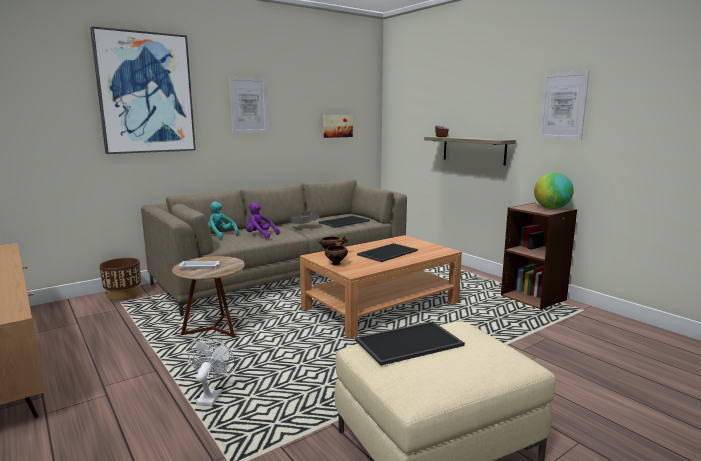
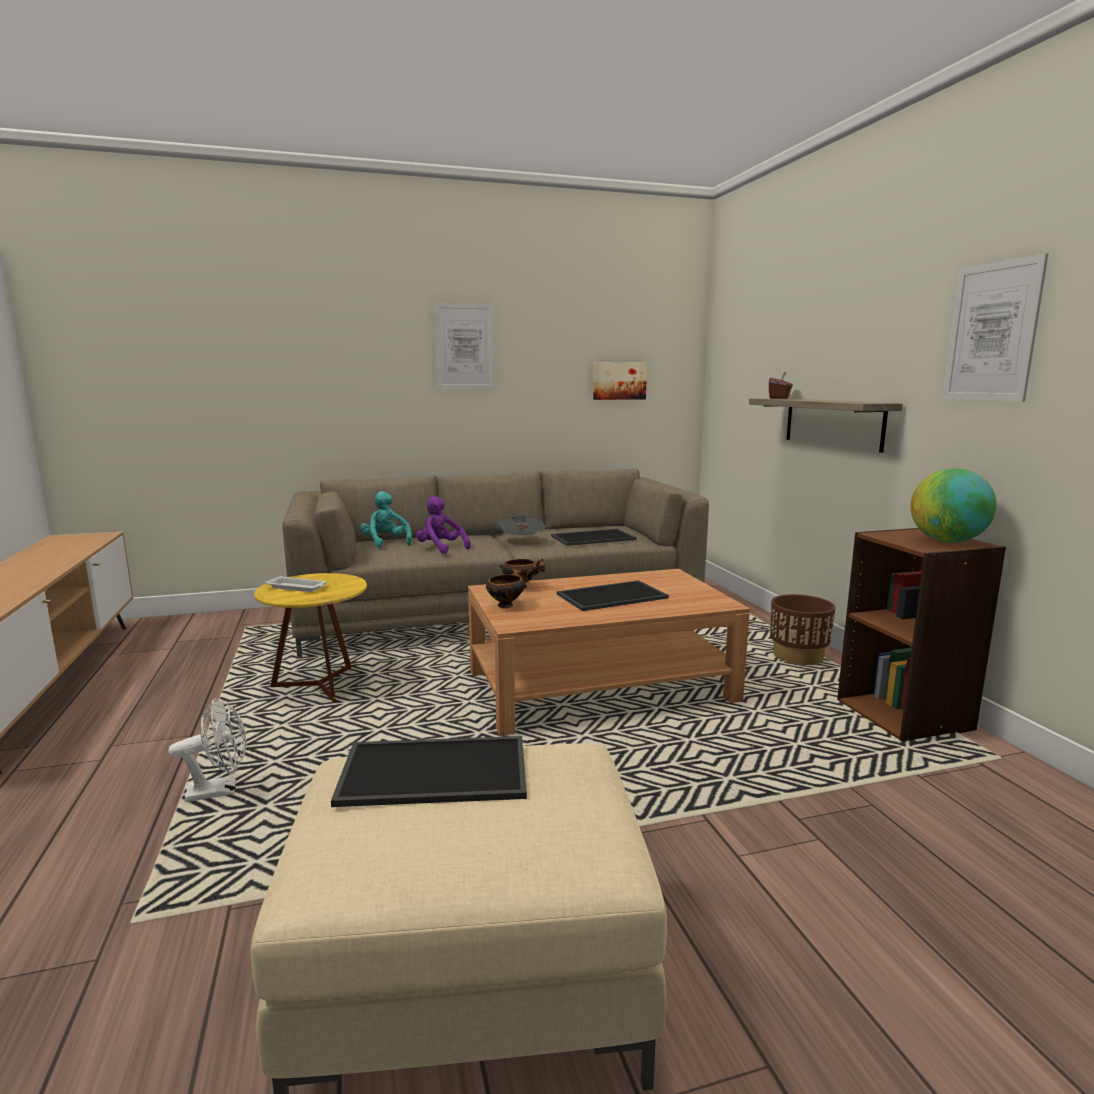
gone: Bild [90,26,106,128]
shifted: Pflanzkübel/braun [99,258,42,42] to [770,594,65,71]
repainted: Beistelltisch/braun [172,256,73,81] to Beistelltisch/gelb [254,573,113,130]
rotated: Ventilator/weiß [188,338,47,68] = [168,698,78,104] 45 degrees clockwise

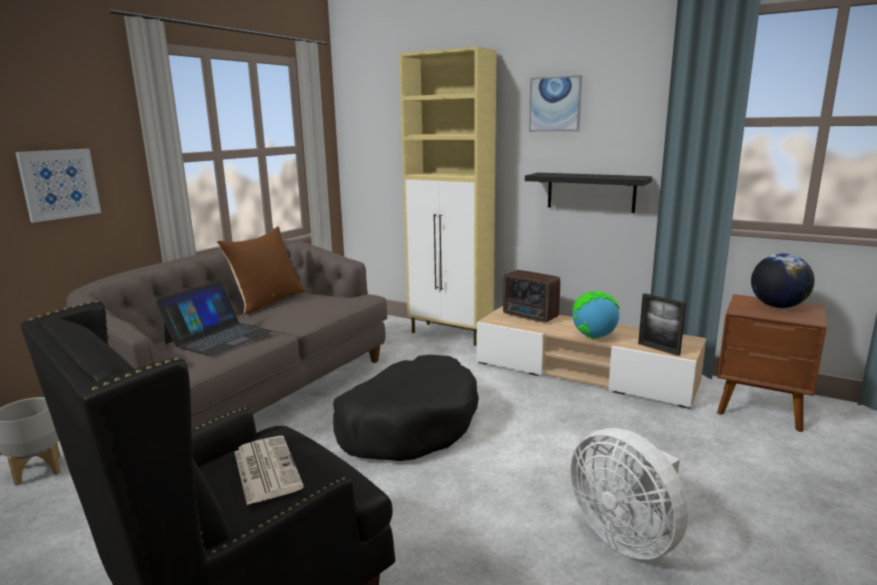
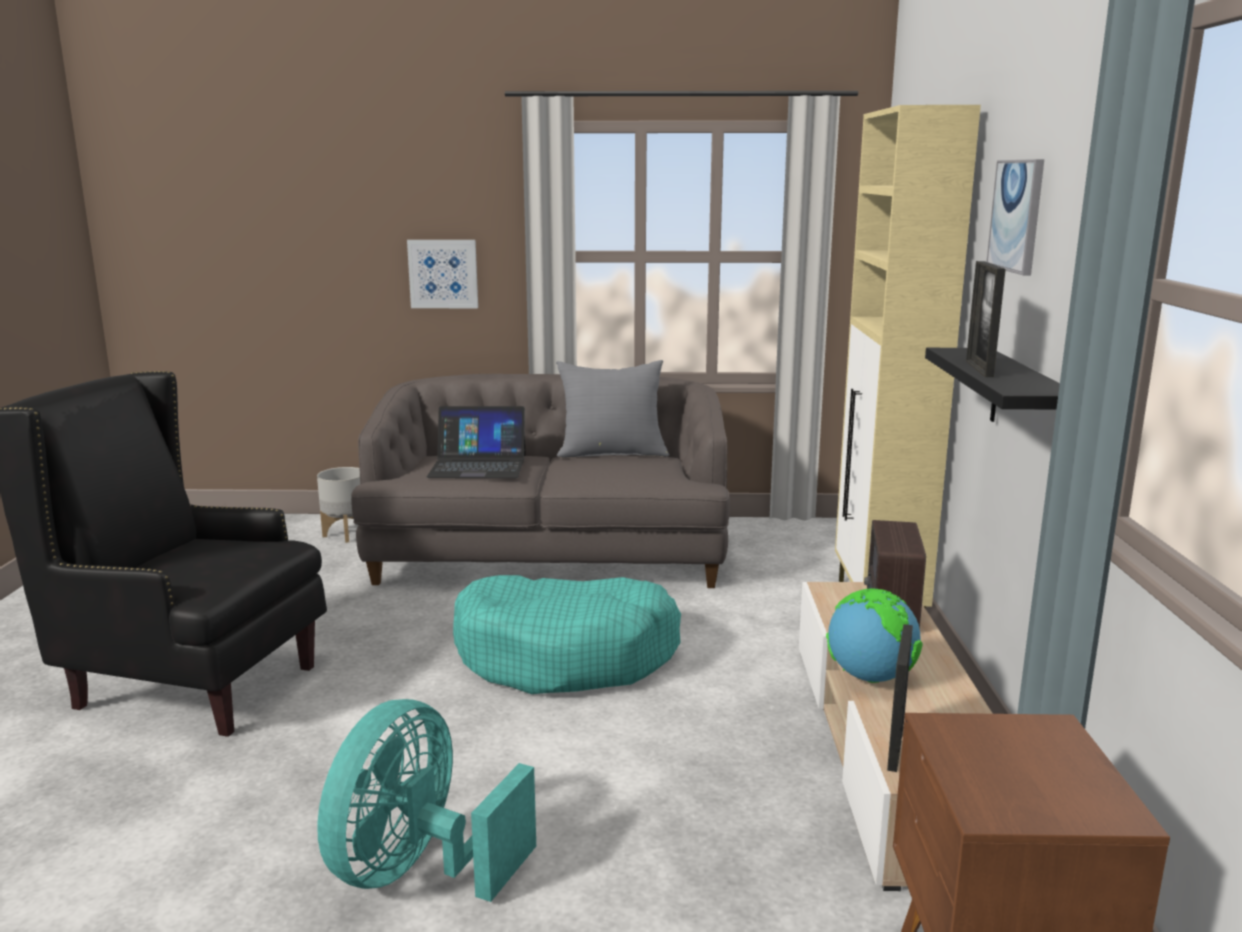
gone: Globus [751,253,64,55]; Zeitung [235,436,69,69]
new: Bilderrahmen [966,261,40,116]
repainted: Kissen/braun [217,226,88,88] to Kissen/grau [556,360,113,98]; Hundebett/schwarz [333,355,146,106] to Hundebett/türkis [453,575,228,119]; Ventilator/weiß [570,428,119,131] to Ventilator/türkis [317,699,219,203]

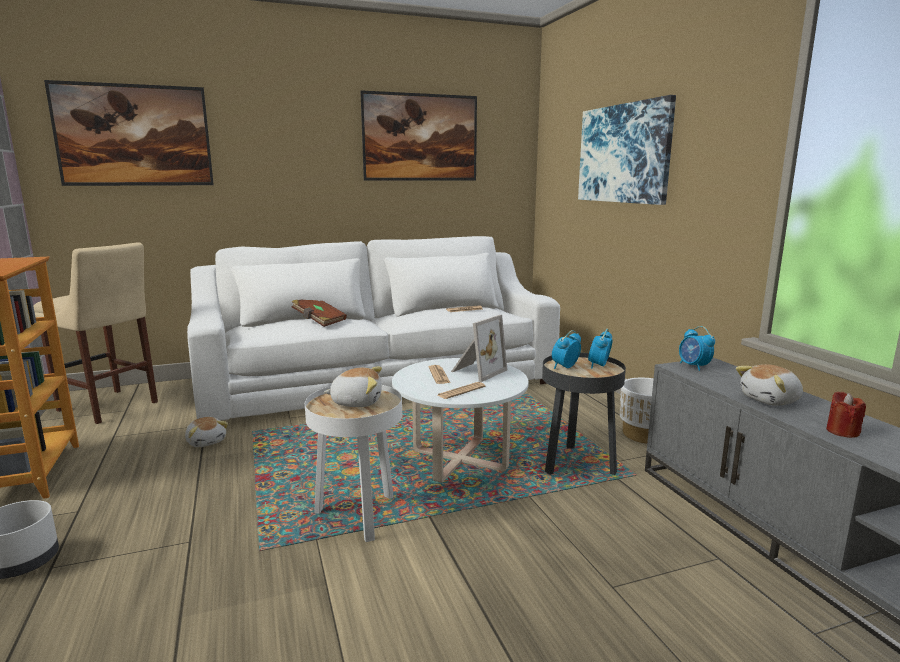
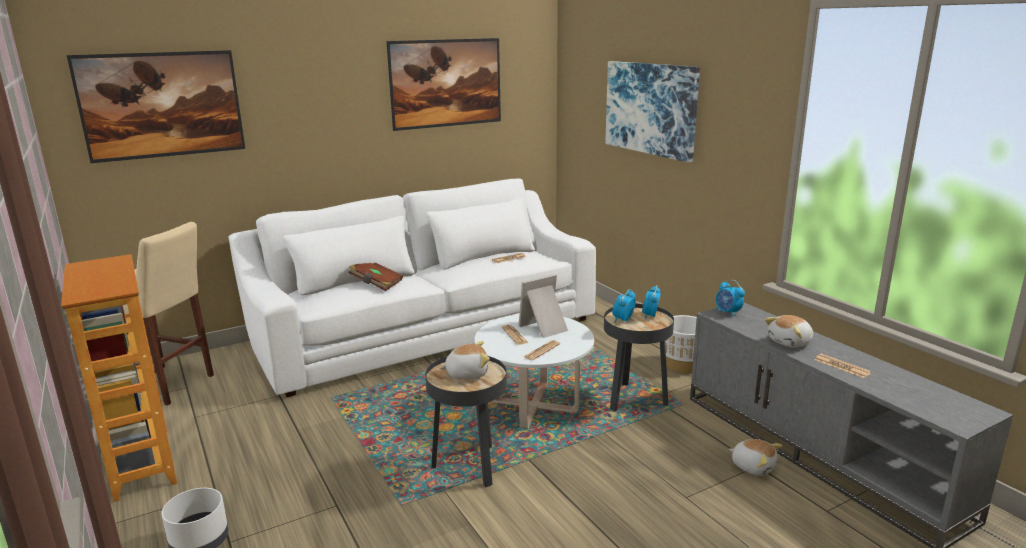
shifted: Plüschtier [185,417,43,30] to [729,439,53,37]
swapped: Kerze/rot [826,392,40,46] to Zeitung [815,354,56,24]
repainted: Beistelltisch/weiß [305,385,97,157] to Beistelltisch/schwarz [425,356,82,131]
rotated: Bilderrahmen [451,315,56,67] = [519,274,49,64] 150 degrees counterclockwise

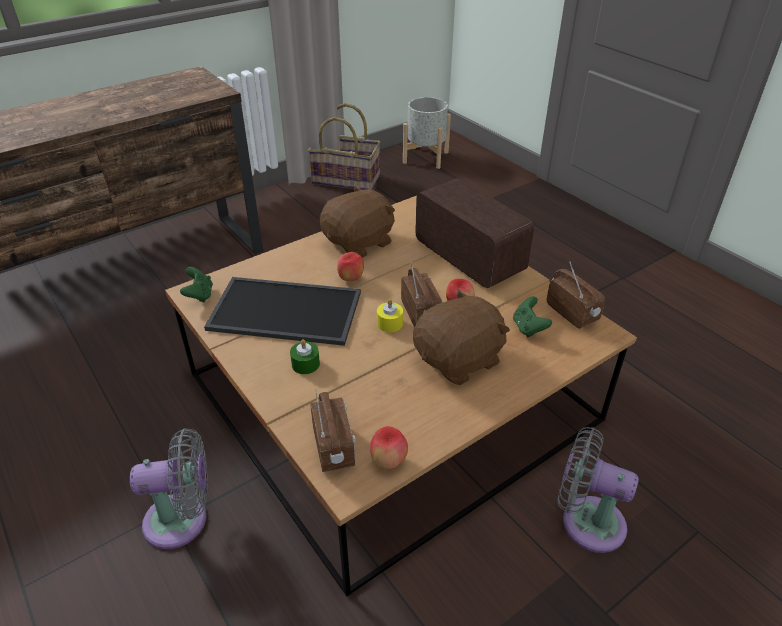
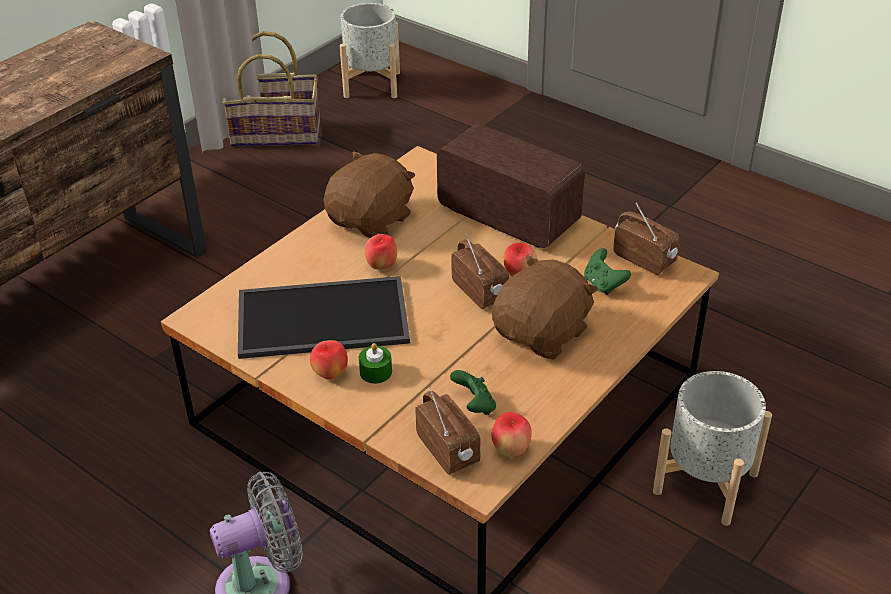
gone: Kerze/gelb [377,299,26,33]
new: Apfel [310,340,38,40]
shifted: Gamepad/grün [180,267,33,36] to [450,370,46,45]
swapped: Ventilator/grau [558,427,81,126] to Pflanzkübel/grau [653,371,119,155]

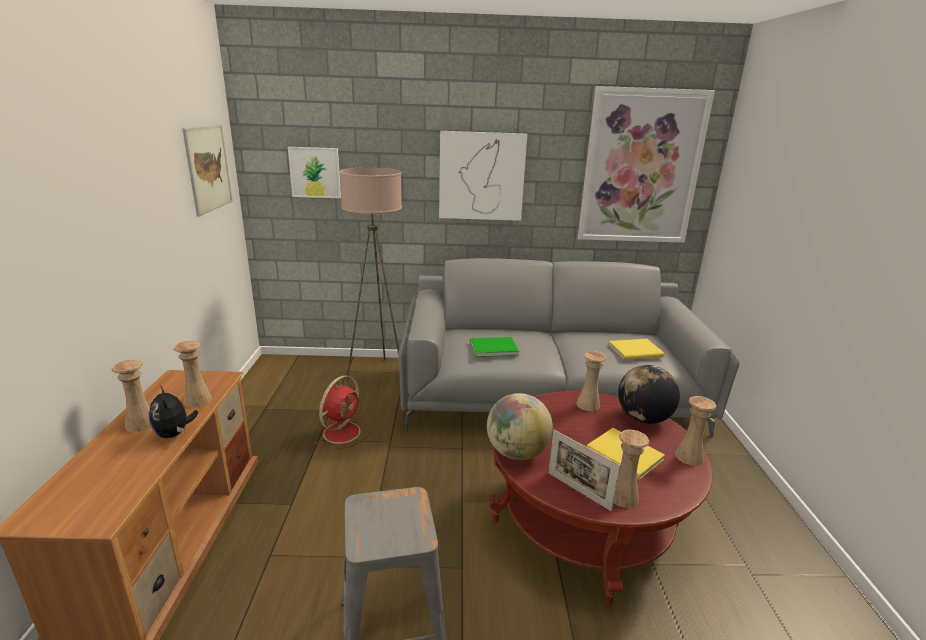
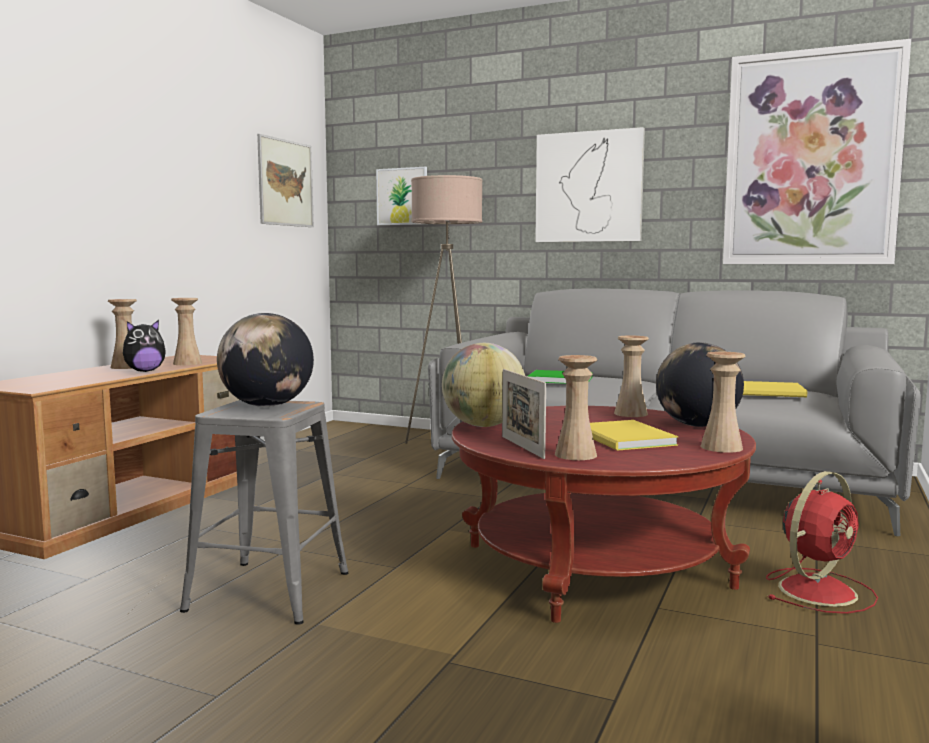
new: Globus [217,313,97,94]
shifted: Ventilator/rot [314,375,56,74] to [766,471,112,143]
rotated: Plüschtier [149,386,49,52] = [123,320,43,52] 120 degrees counterclockwise

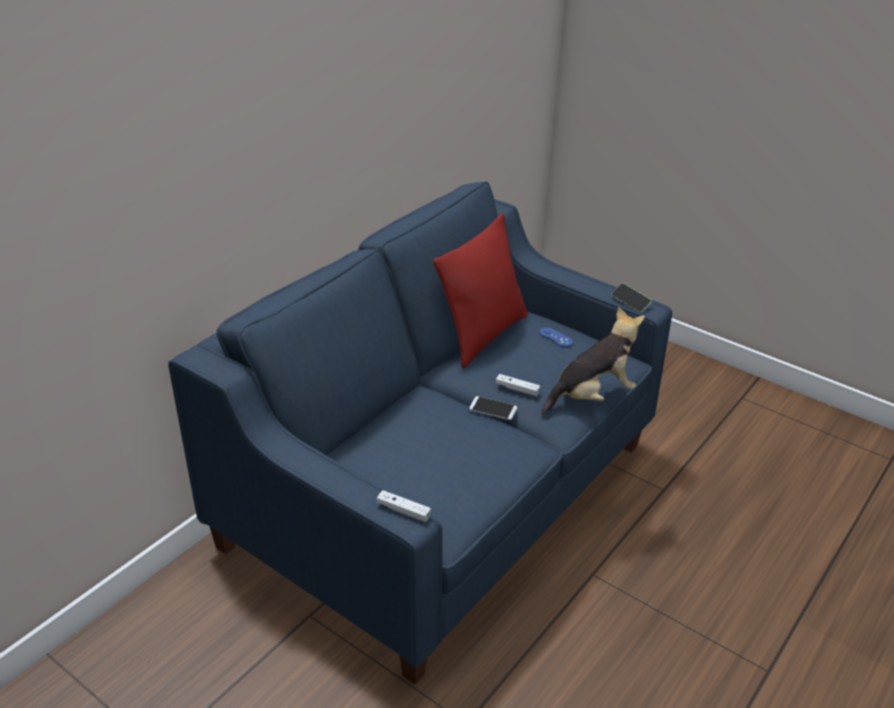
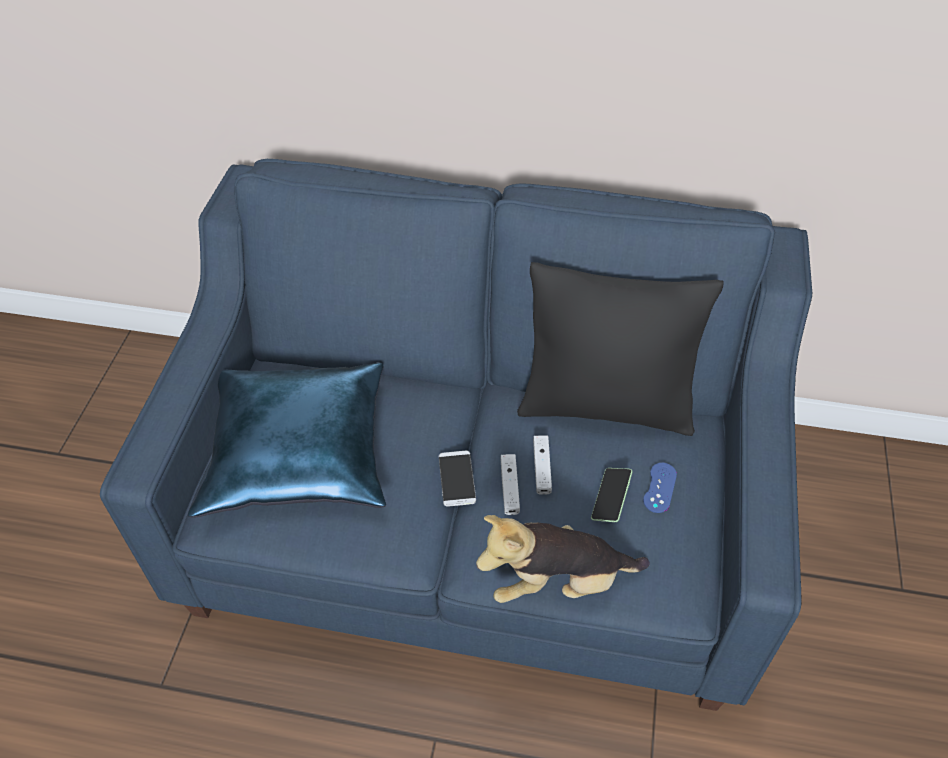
new: Kissen/blau [188,363,198,155]
shifted: Handy [611,283,41,30] to [591,468,42,54]; Gamepad/weiß [377,490,54,32] to [533,435,19,60]
repainted: Kissen/rot [433,213,95,156] to Kissen/schwarz [517,262,207,174]
rotated: Plüschtier [541,307,104,108] = [476,515,174,88] 135 degrees clockwise

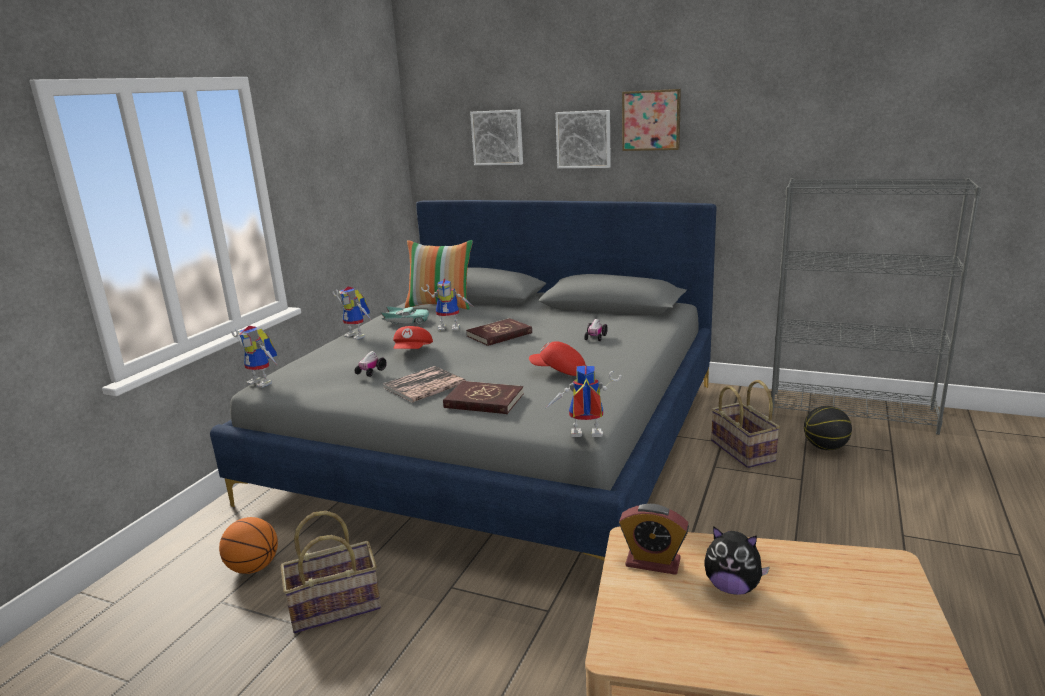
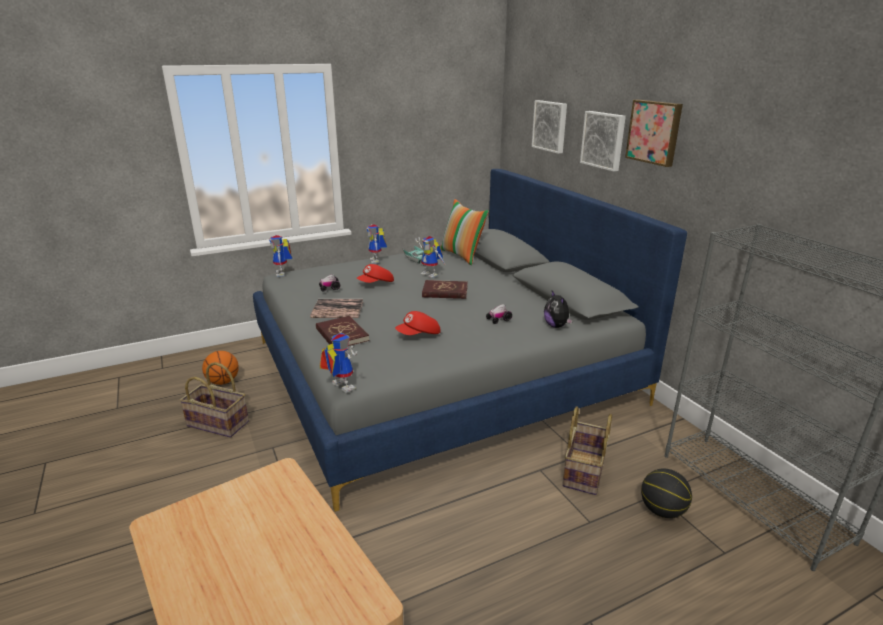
gone: Wecker [619,504,70,71]
shifted: Plüschtier [705,526,65,69] to [544,291,29,37]
rotated: Kappe/rot [529,341,56,35] = [395,311,46,24] 90 degrees counterclockwise

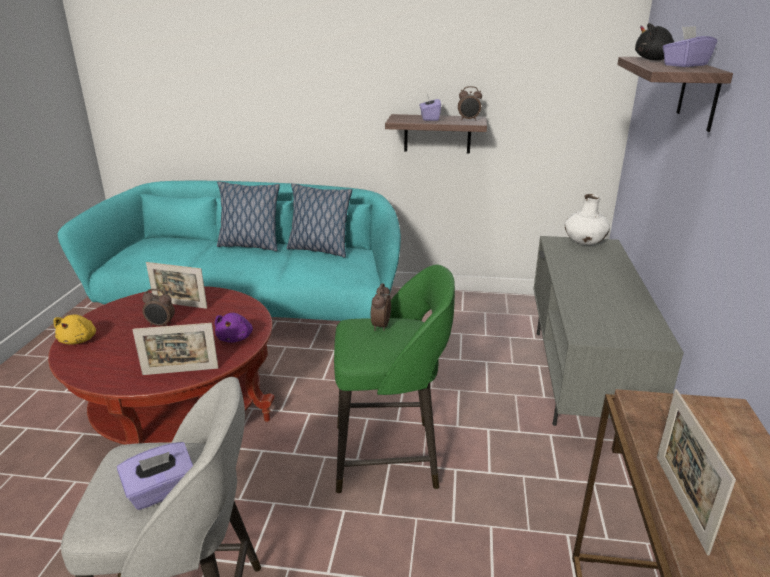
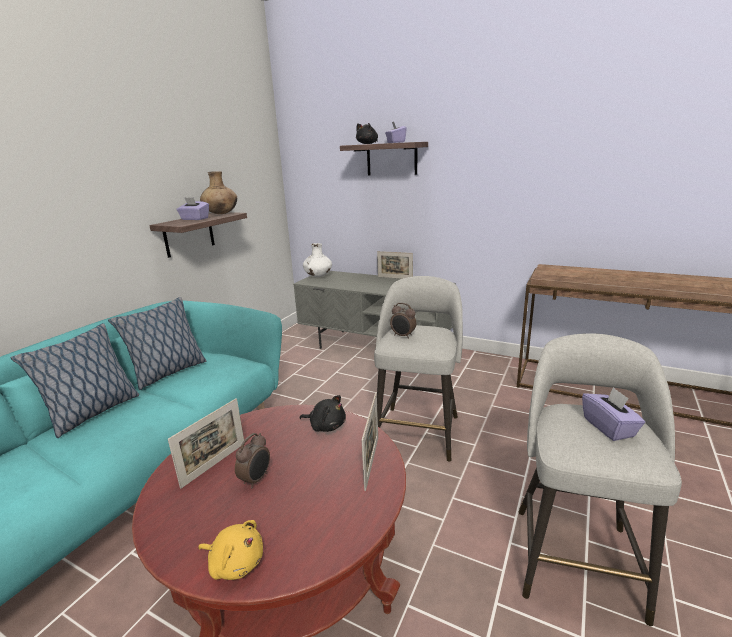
shifted: Bilderrahmen [657,389,79,166] to [377,251,36,28]
swapped: Wecker [458,86,24,35] to Vase/braun [200,171,37,43]
repainted: Hocker/grün [334,265,121,228] to Hocker/grau [374,276,89,186]; Plüschtier/lila [215,313,38,30] to Plüschtier/schwarz [299,395,47,37]

